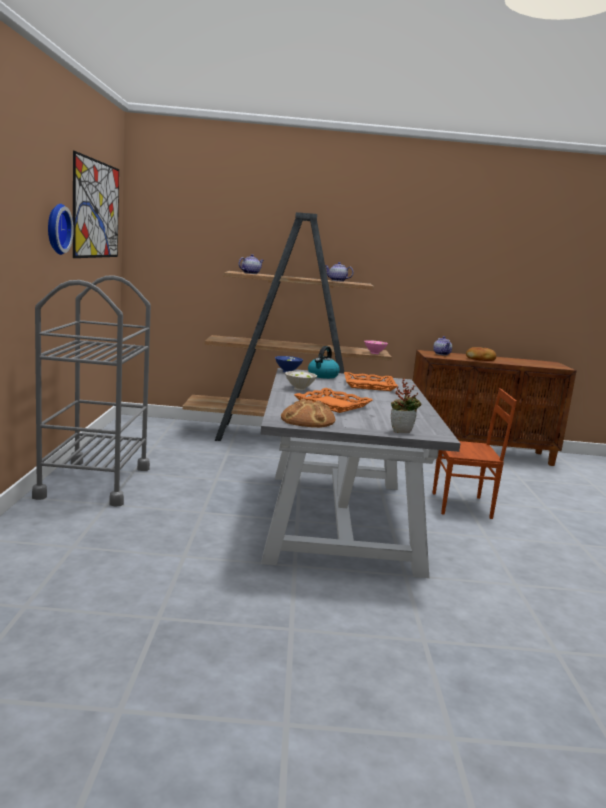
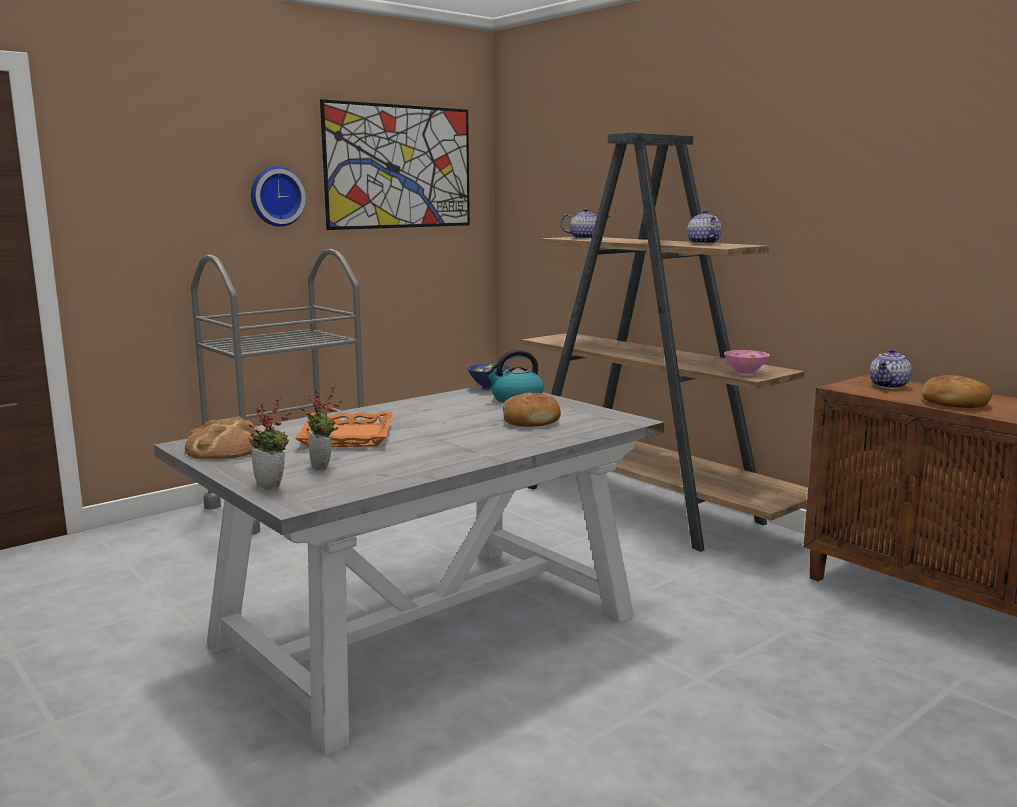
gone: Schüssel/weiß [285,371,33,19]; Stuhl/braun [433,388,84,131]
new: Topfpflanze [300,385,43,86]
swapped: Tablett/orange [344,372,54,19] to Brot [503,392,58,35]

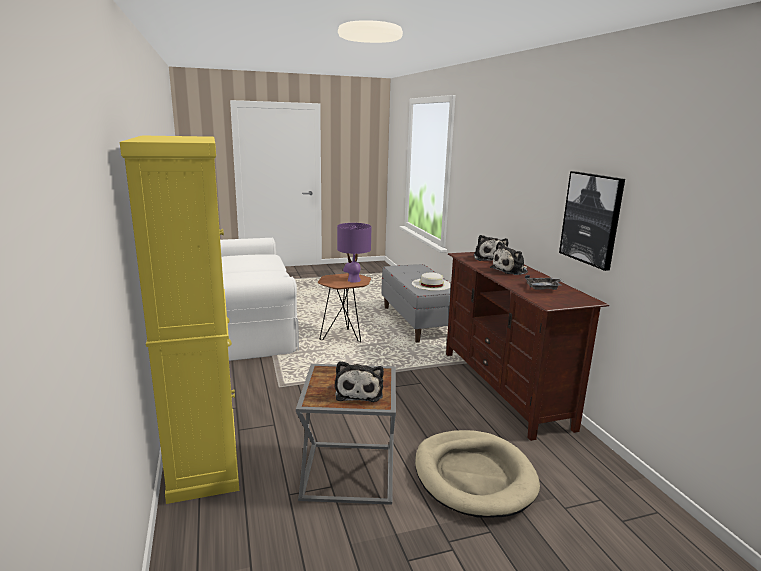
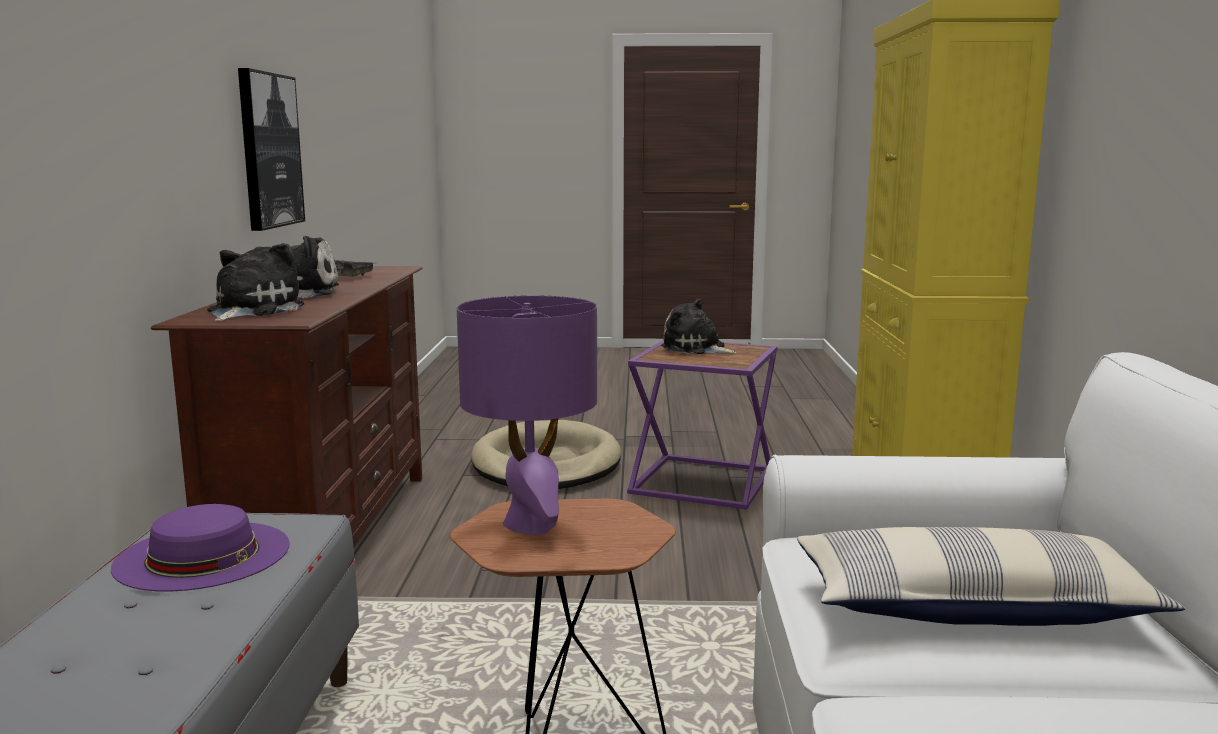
new: Kissen [797,527,388,99]
repainted: Hut/weiß [412,273,39,18] to Hut/lila [111,504,179,88]; Beistelltisch/grau [296,364,100,141] to Beistelltisch/lila [627,340,151,170]
rotated: Plüschtier [335,361,49,41] = [661,298,77,56] 75 degrees counterclockwise

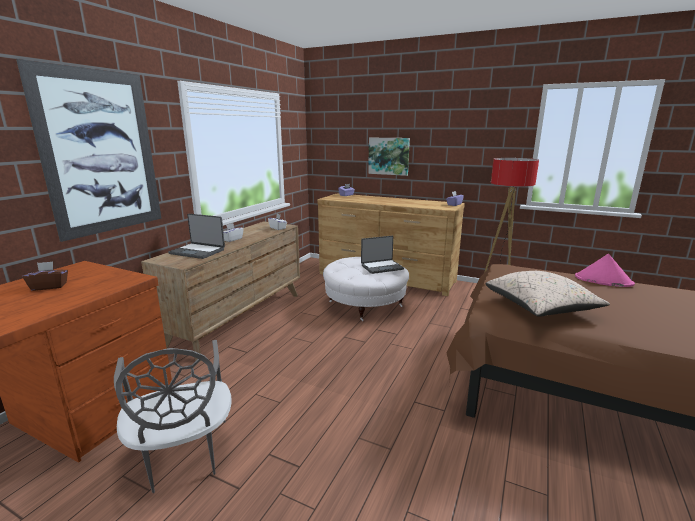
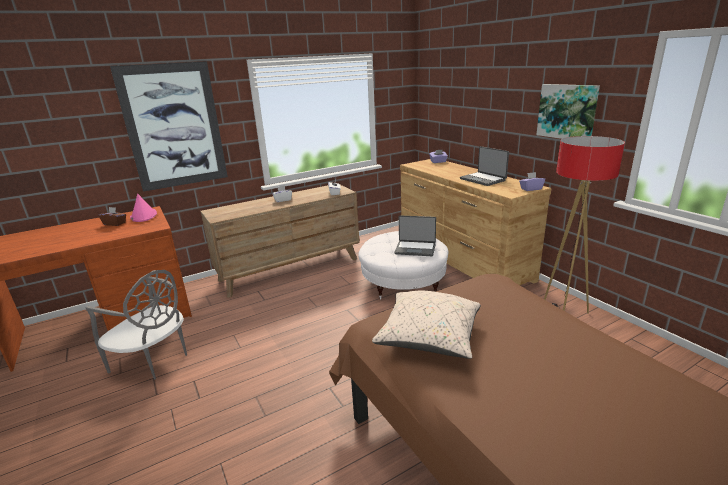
shifted: Bild [368,138,42,38] to [536,84,64,55]; Laptop [168,214,57,45] to [460,146,49,40]; Hut/rosa [575,254,60,33] to [130,194,27,28]
rotated: Stuhl/grau [114,340,118,153] = [85,270,102,109] 75 degrees counterclockwise

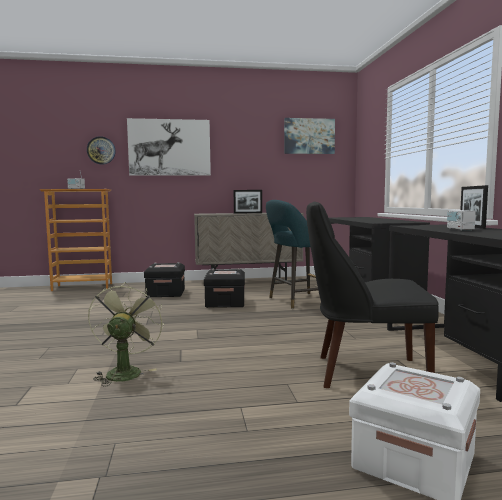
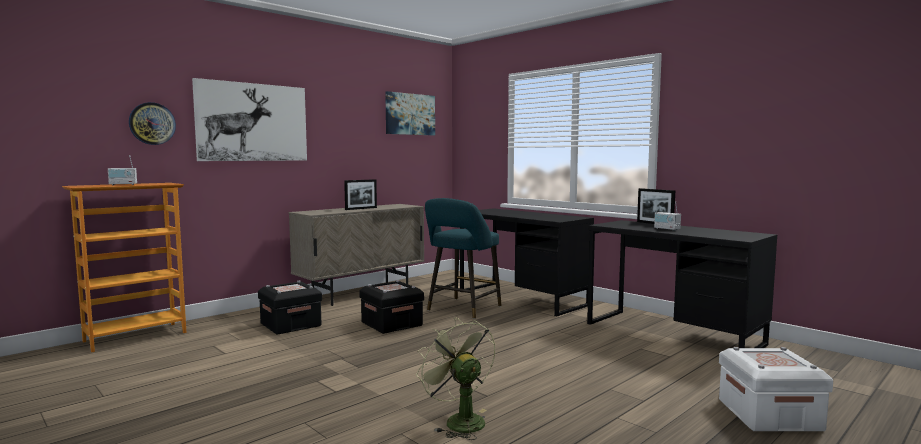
gone: Stuhl/schwarz [306,201,133,187]

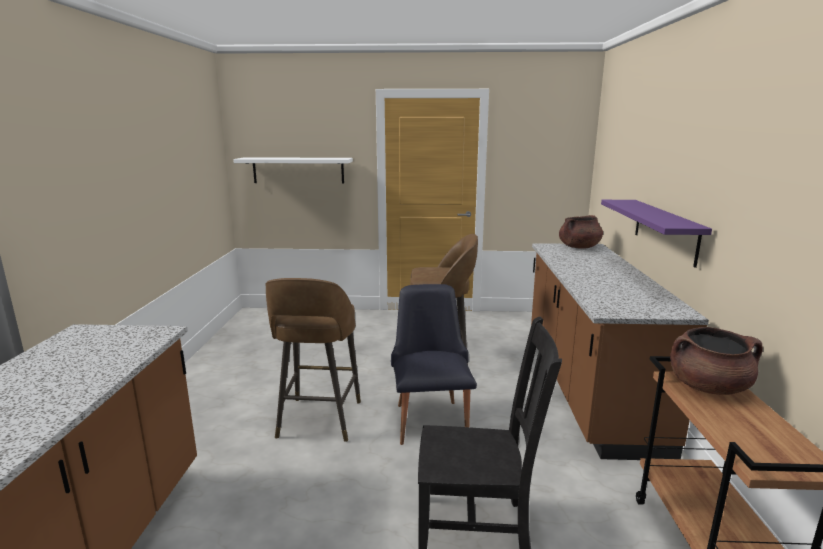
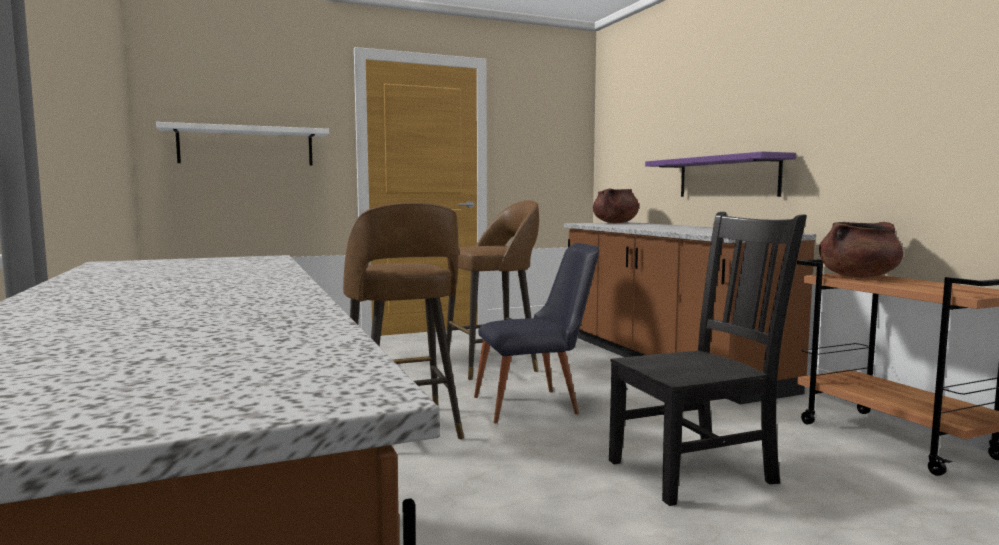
rotated: Stuhl/schwarz [391,284,86,161] = [474,243,125,180] 105 degrees clockwise

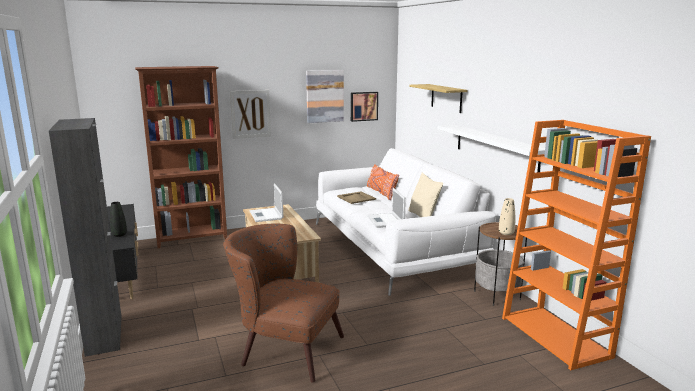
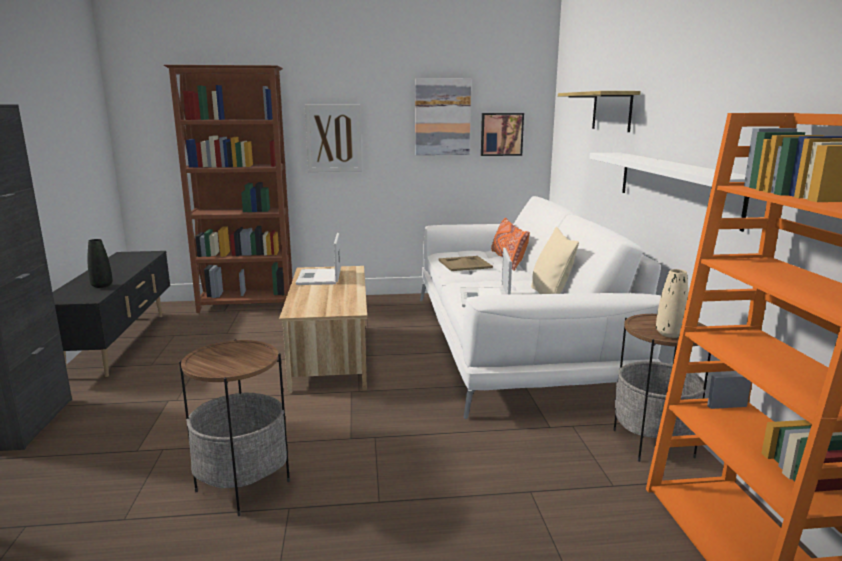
swapped: Sessel/braun [223,223,121,160] to Beistelltisch [179,339,111,177]

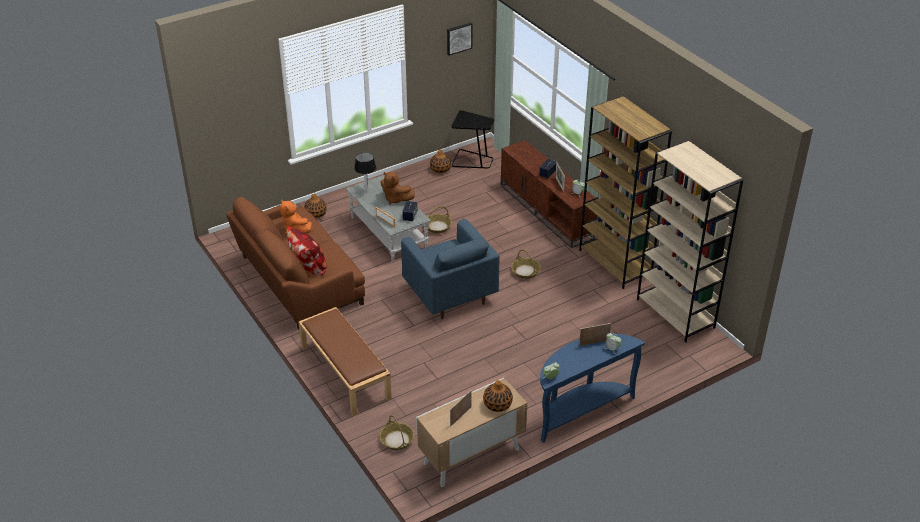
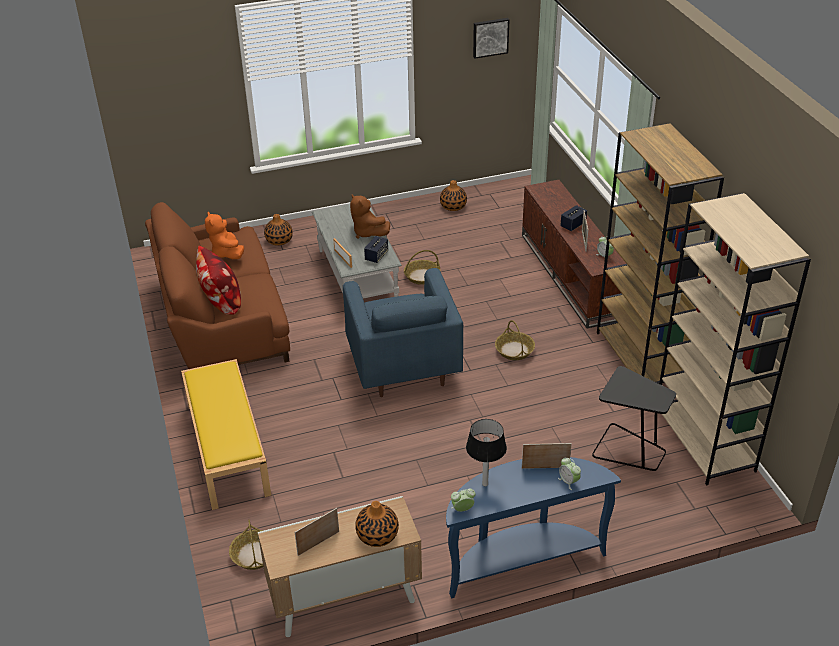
shifted: Beistelltisch/schwarz [452,110,42,58] to [592,366,84,105]; Tischlampe [354,152,22,40] to [466,419,41,67]
repainted: Bank/braun [299,307,93,109] to Bank/gelb [181,359,90,151]

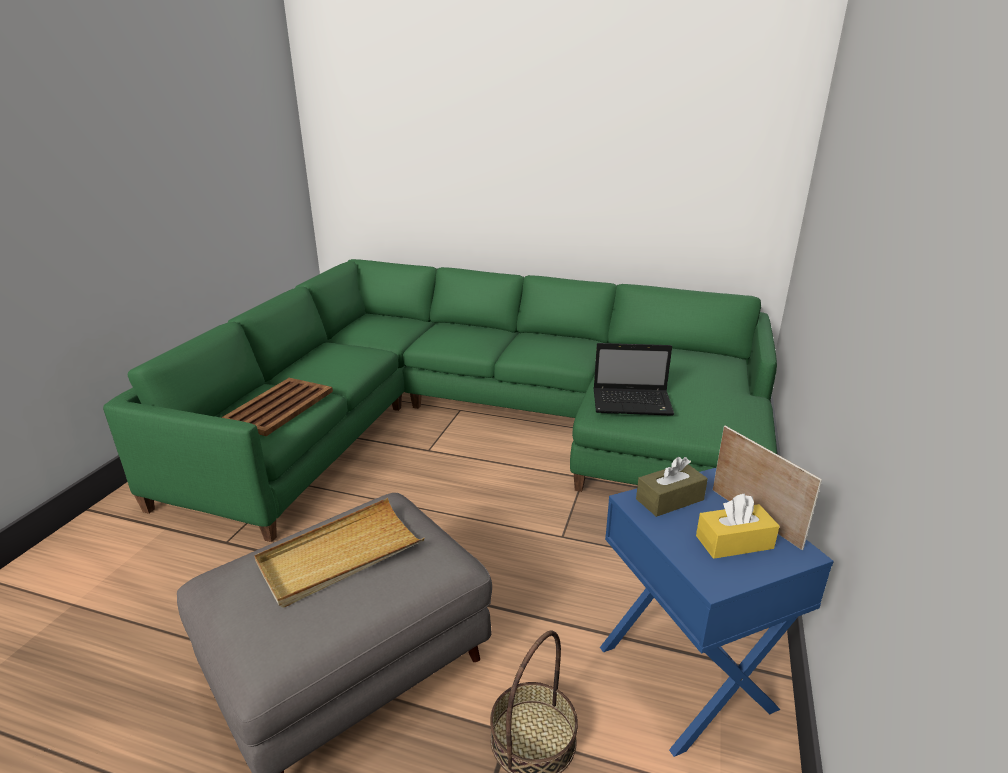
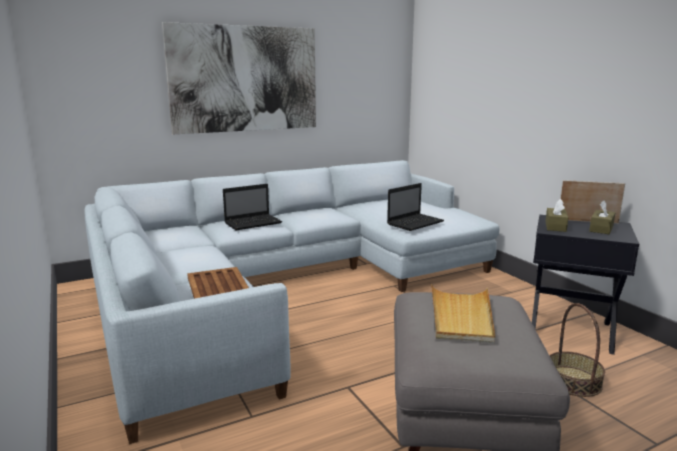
new: Bild [162,22,154,112]; Laptop [223,184,59,46]
repainted: Sofa/grün [103,259,674,283] to Sofa/grau [85,160,415,284]; Beistelltisch/blau [600,468,234,289] to Beistelltisch/schwarz [532,215,107,140]; Taschentuchbox/gelb [696,493,84,66] to Taschentuchbox/braun [589,201,26,33]

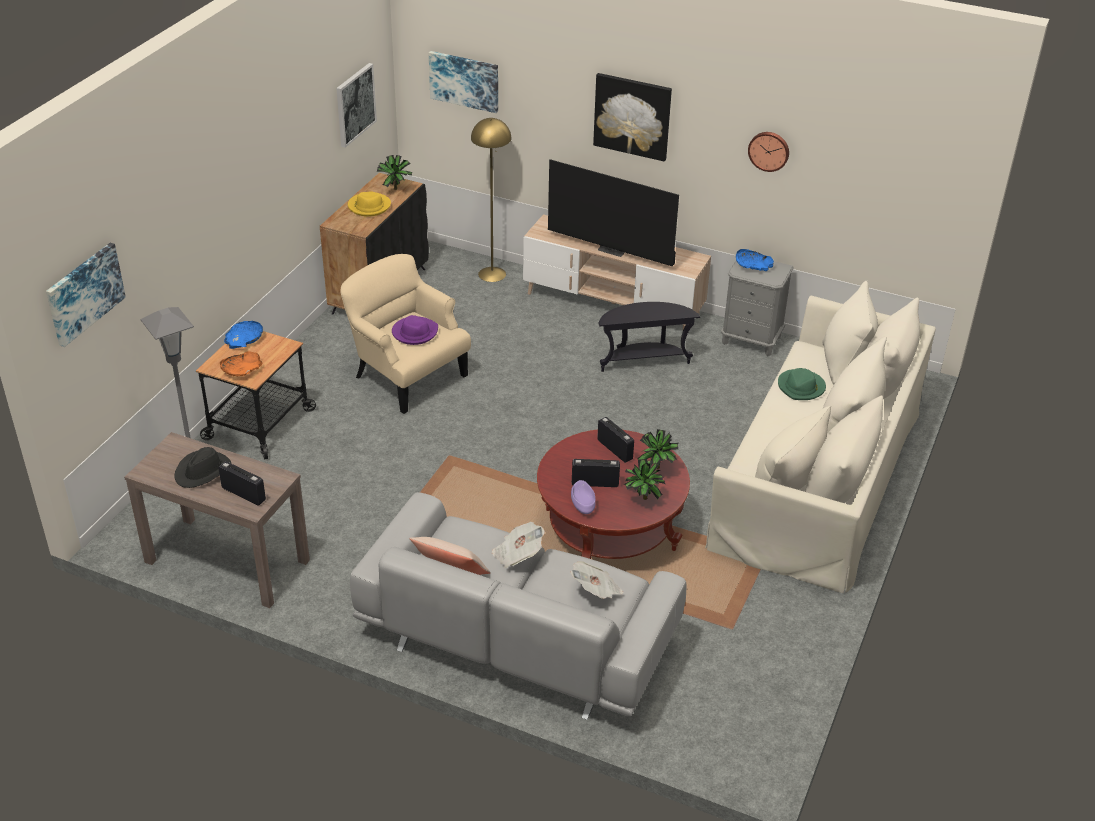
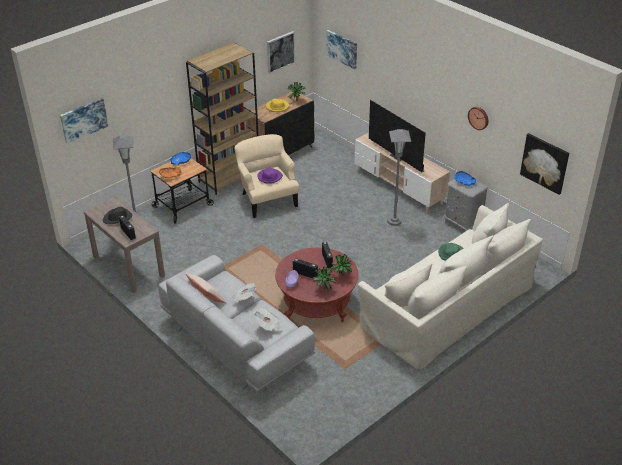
gone: Stehlampe/gelb [471,118,40,164]
new: Bücherregal/braun [186,42,73,153]
shifted: Bild [593,73,79,88] to [520,133,49,62]
swapped: Beistelltisch/schwarz [598,302,102,70] to Stehlampe/grau [387,129,24,97]

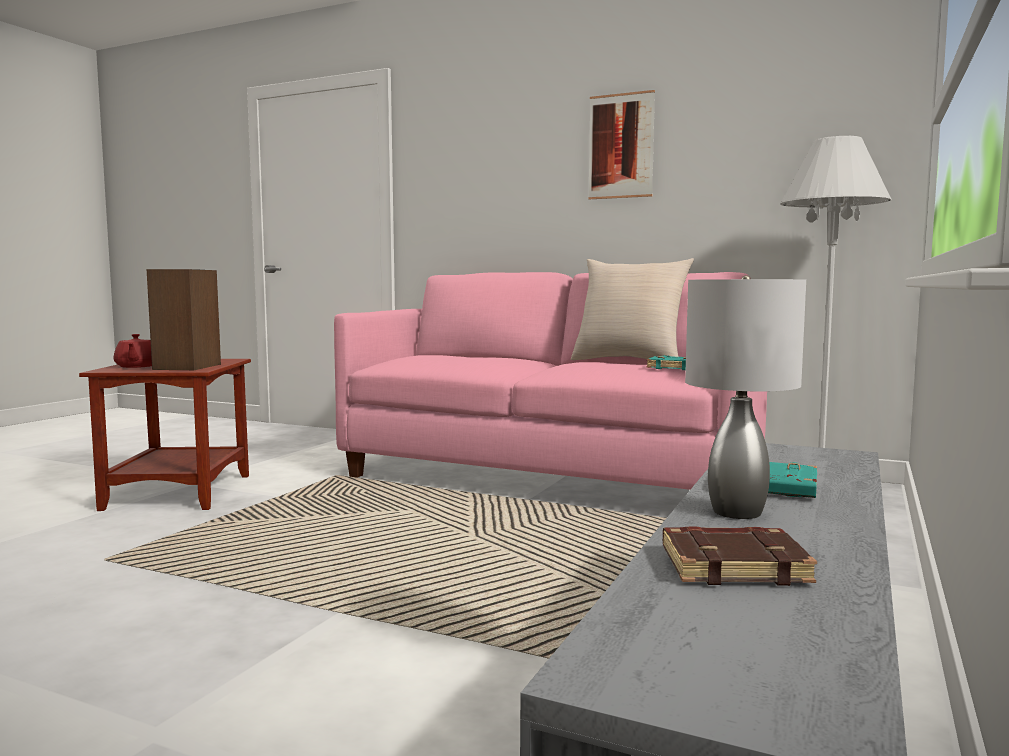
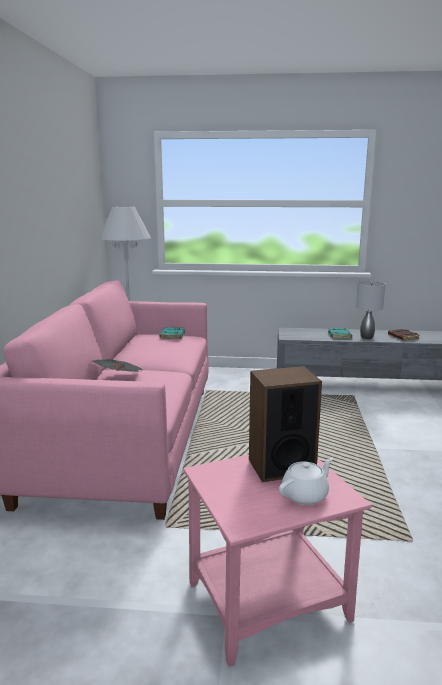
gone: Bild [588,90,67,109]; Kissen/beige [571,258,123,102]
new: Zeitung [93,359,50,13]
repainted: Teekanne/rot [114,334,38,34] to Teekanne/weiß [279,457,54,48]; Beistelltisch/braun [79,359,172,152] to Beistelltisch/rosa [183,455,189,212]

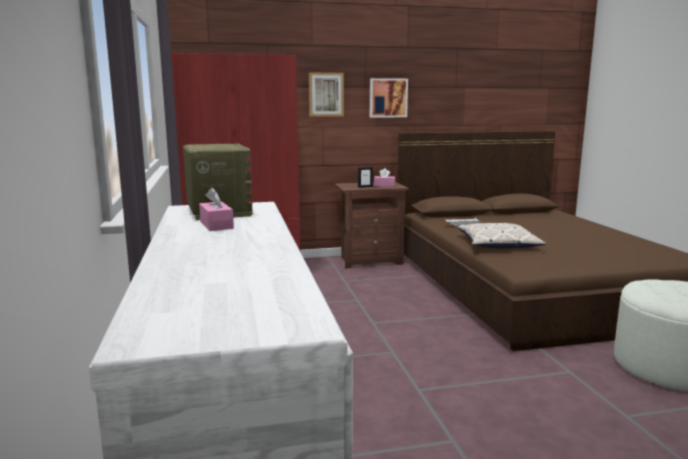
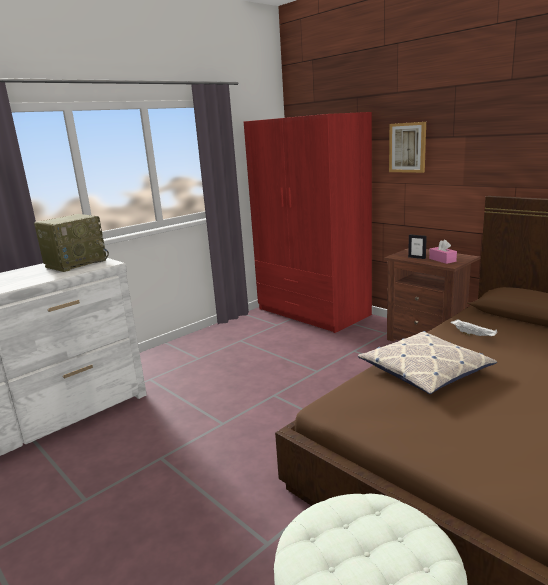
gone: Bild [370,78,38,40]; Taschentuchbox/rosa [199,187,35,44]

